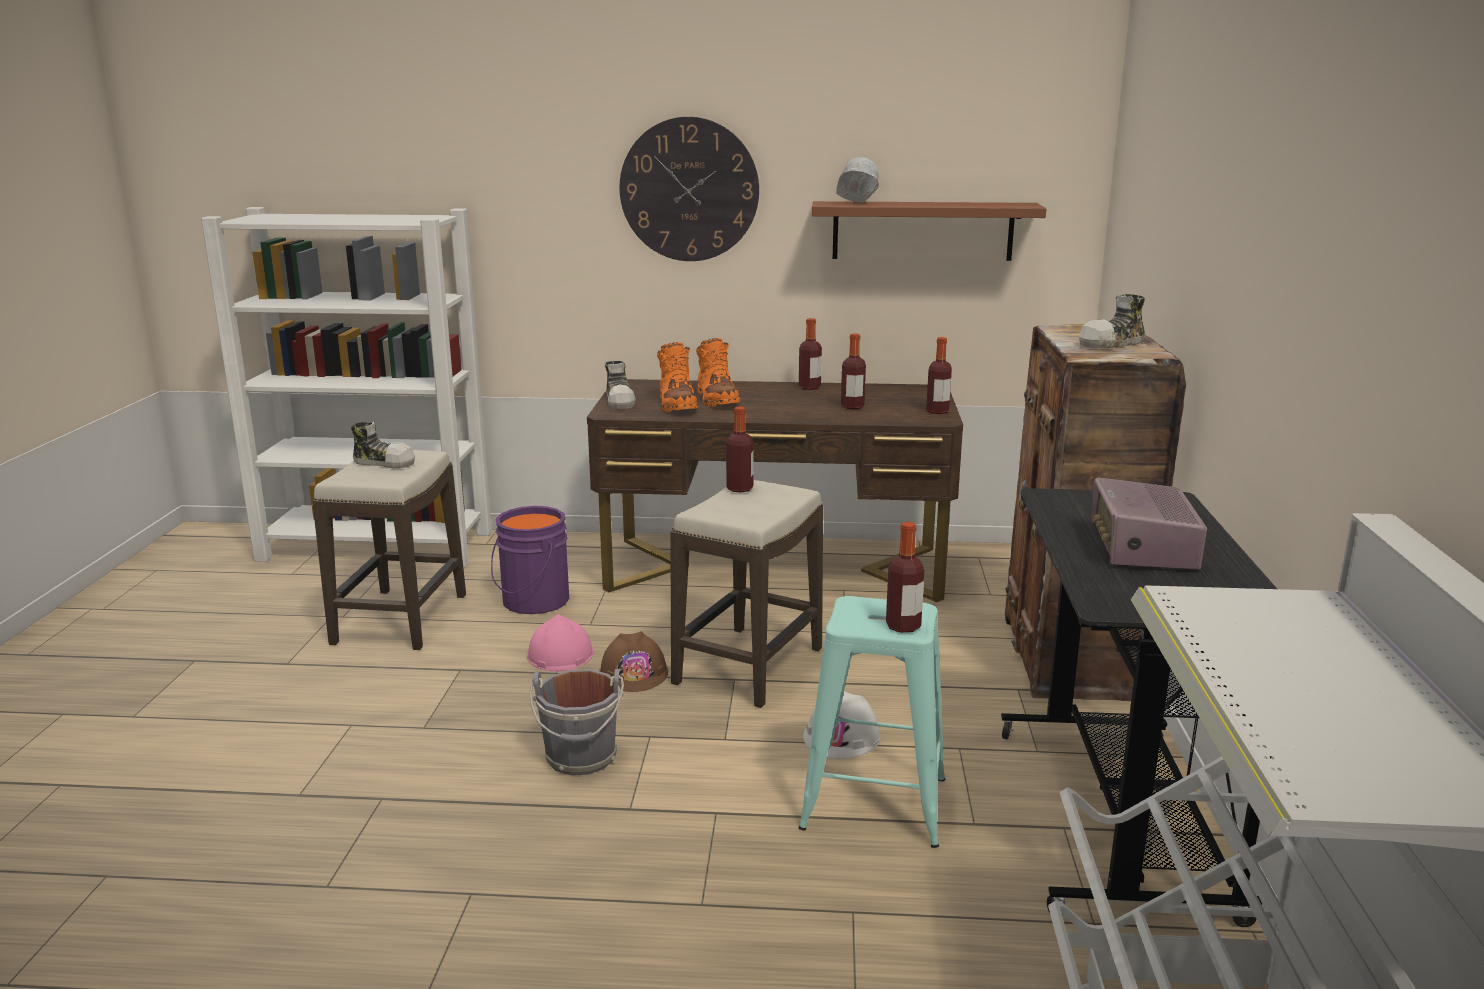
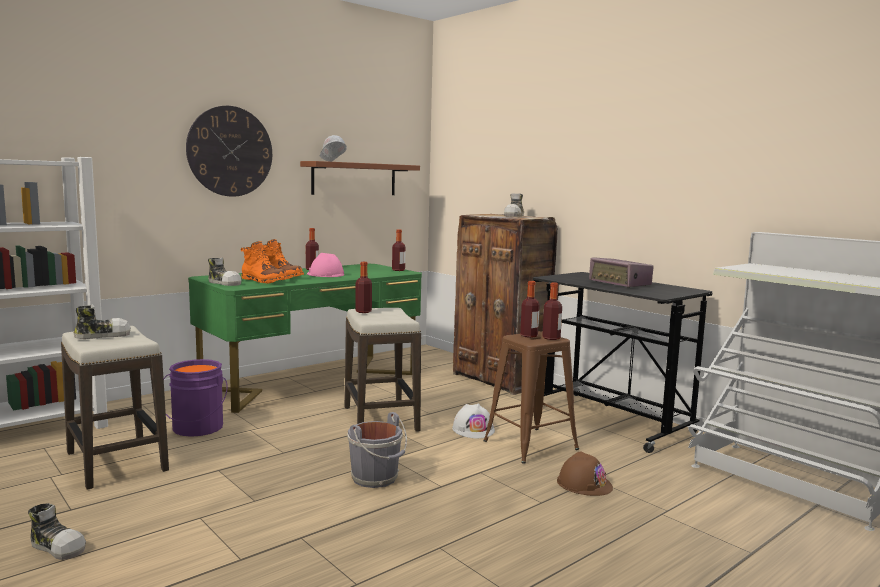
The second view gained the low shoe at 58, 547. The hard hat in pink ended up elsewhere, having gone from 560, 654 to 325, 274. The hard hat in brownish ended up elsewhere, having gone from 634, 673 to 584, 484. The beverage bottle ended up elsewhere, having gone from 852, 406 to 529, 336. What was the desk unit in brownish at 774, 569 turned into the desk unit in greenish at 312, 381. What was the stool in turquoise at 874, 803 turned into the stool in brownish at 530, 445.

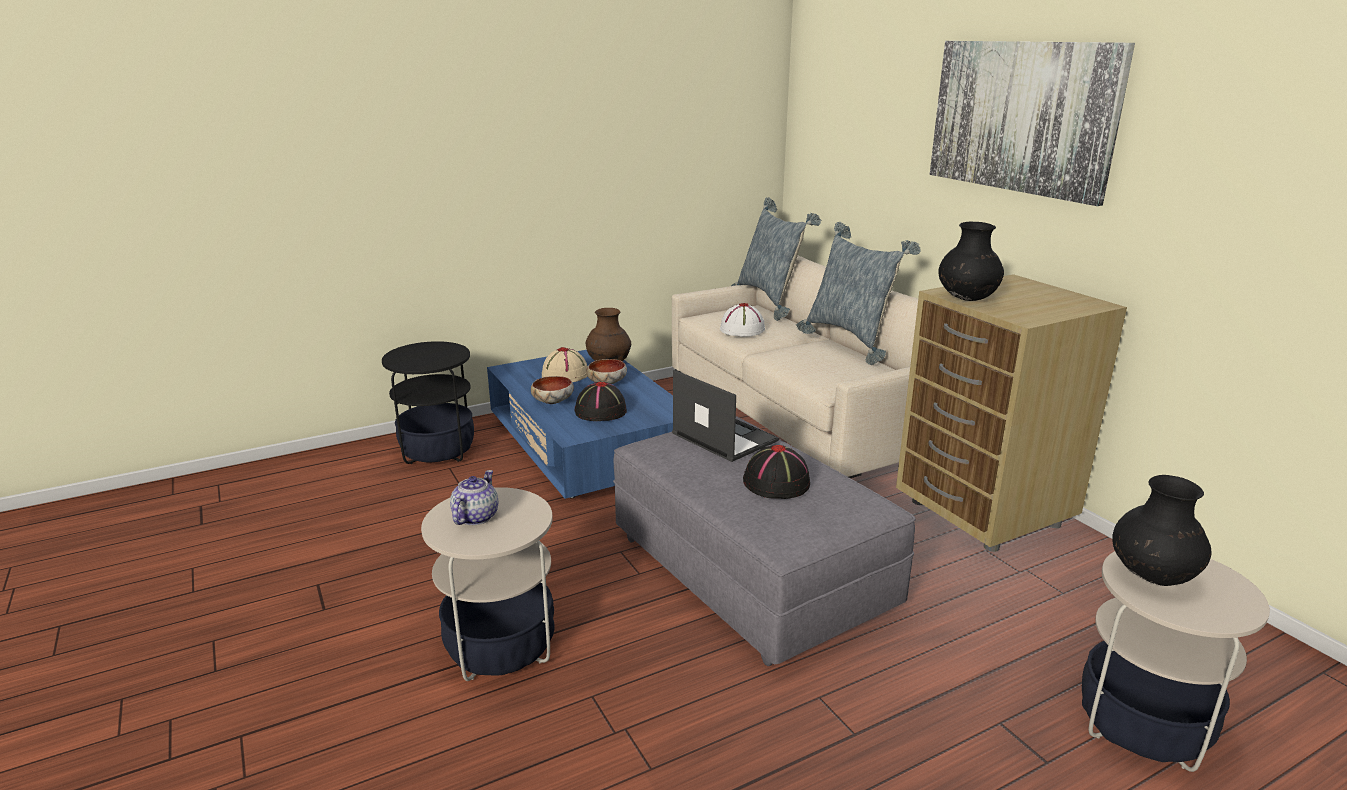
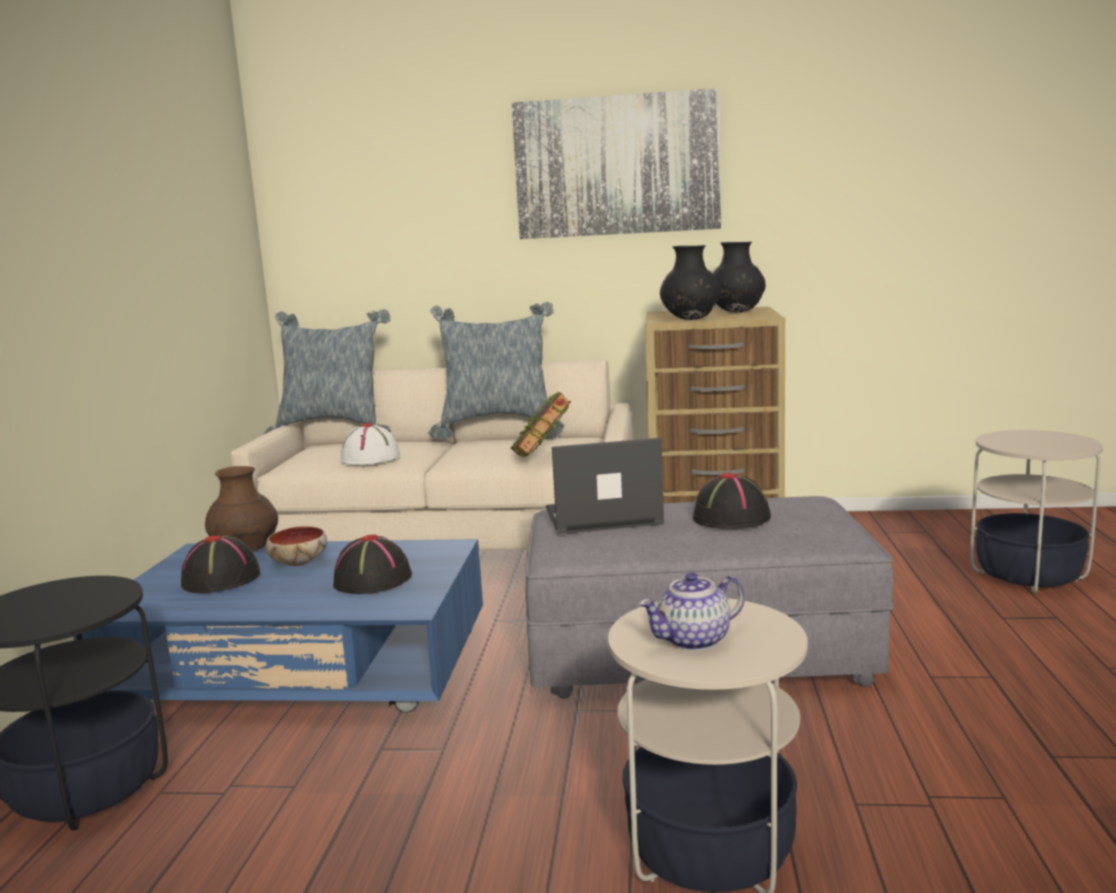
The second view lost the bowl at 553, 401. The second view gained the book at 542, 458. The vase in blackish ended up elsewhere, having gone from 1151, 576 to 736, 312. What was the wearable hat in sand-coloured at 565, 375 turned into the wearable hat in blackish at 222, 579. The teapot at 475, 517 ended up facing another way, 75 degrees counterclockwise from before.

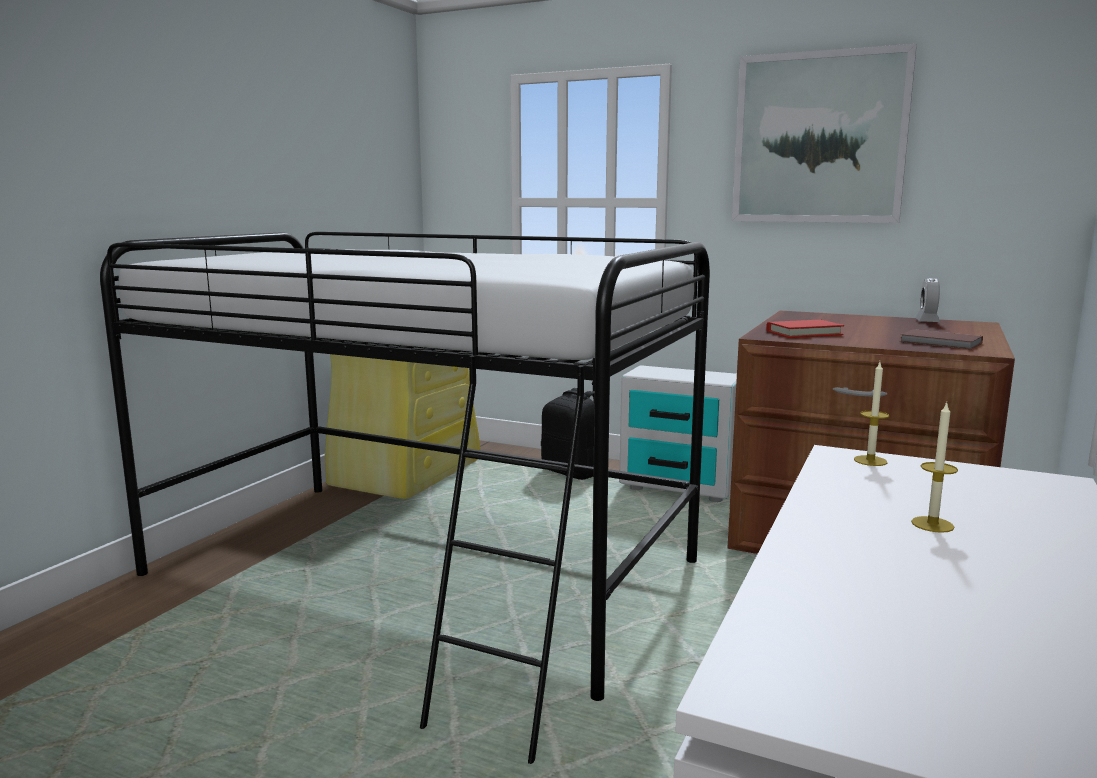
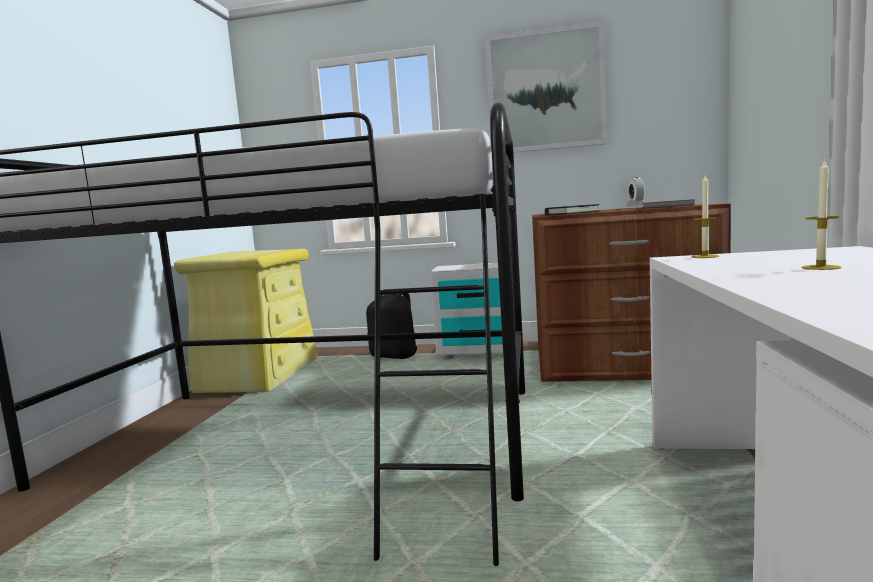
What was the book in reddish at 804, 333 turned into the book in blackish at 572, 213.

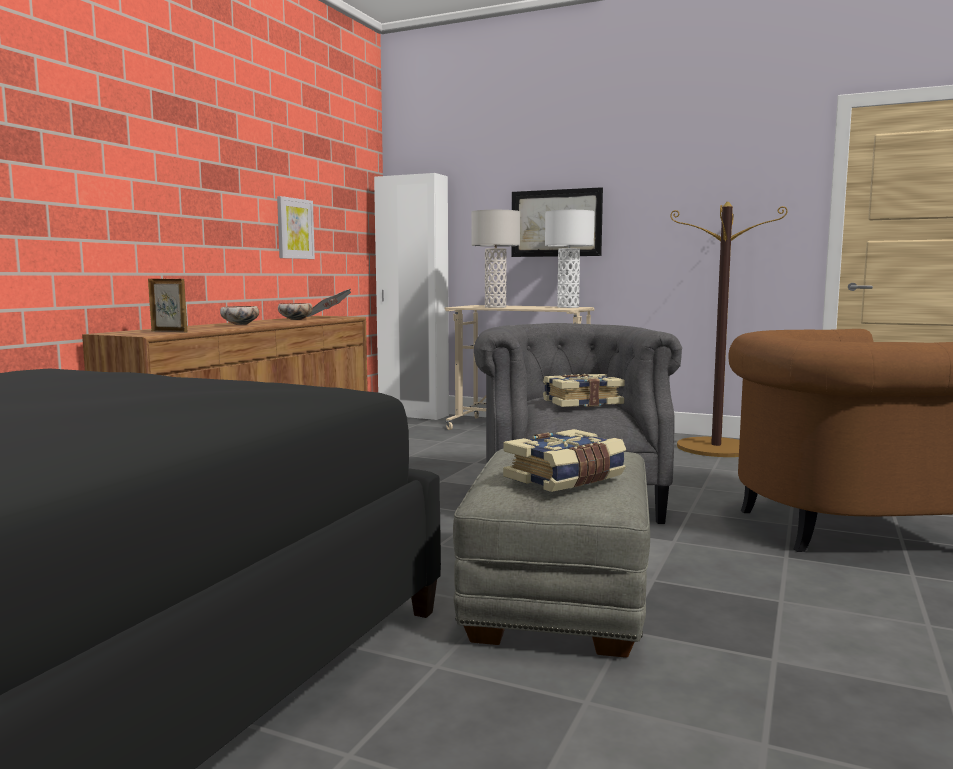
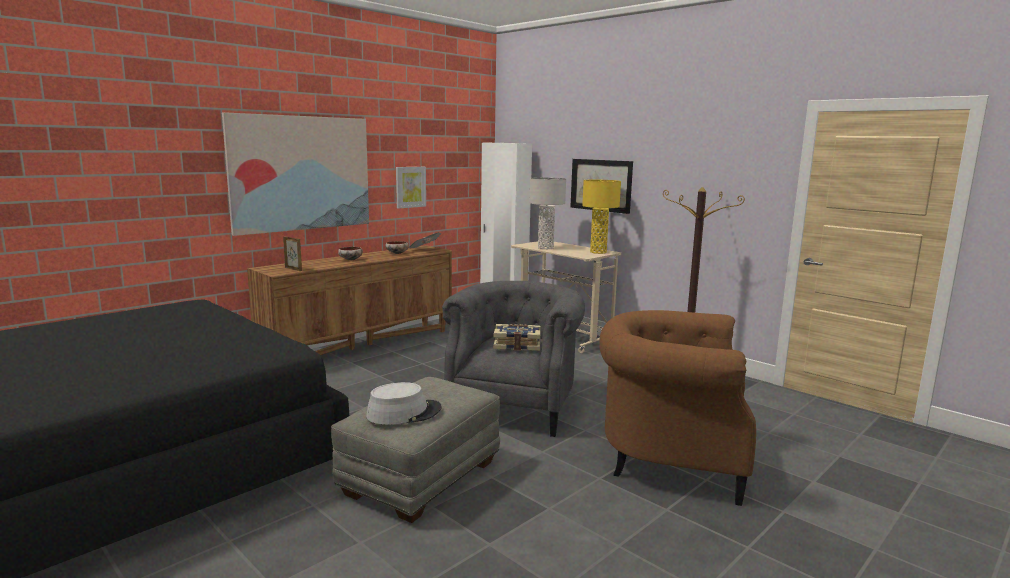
The second view gained the wall art at 301, 173. Where the book stood at 566, 479, the wearable hat in gray came to stand at 404, 413. What was the lamp for a table in white-coloured at 568, 307 turned into the lamp for a table in yellow-coloured at 598, 252.

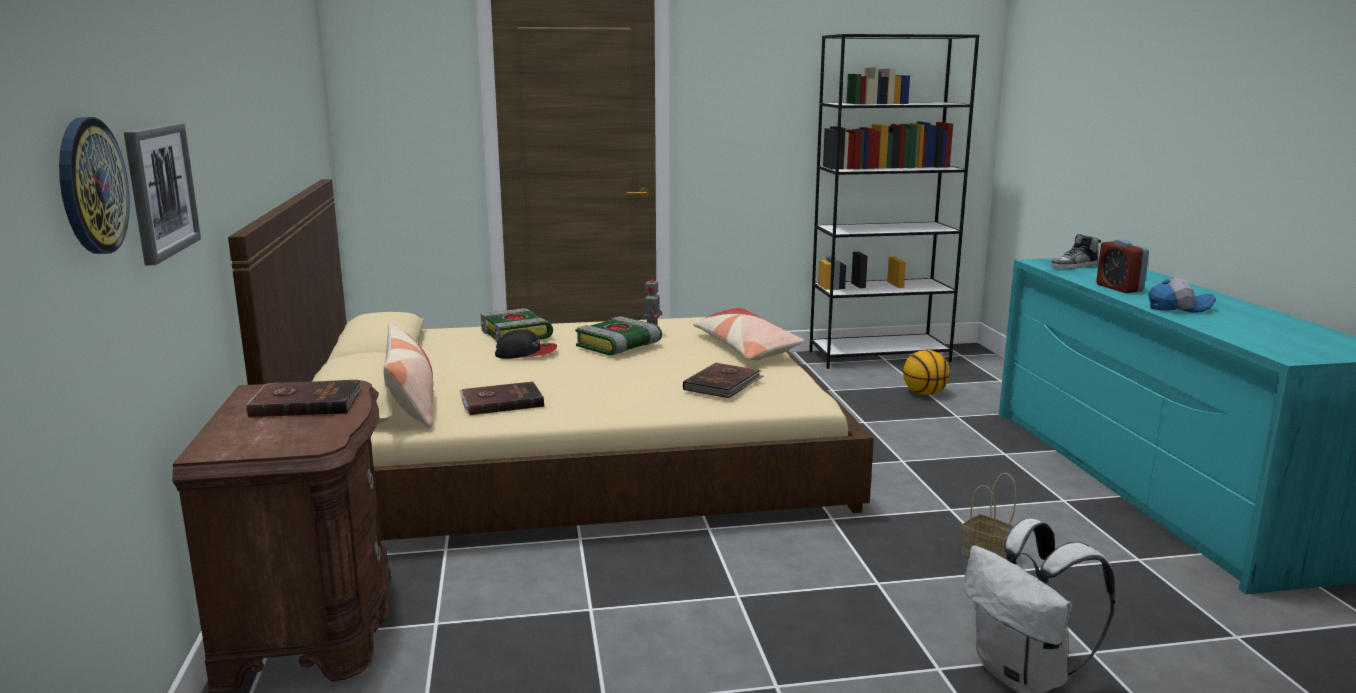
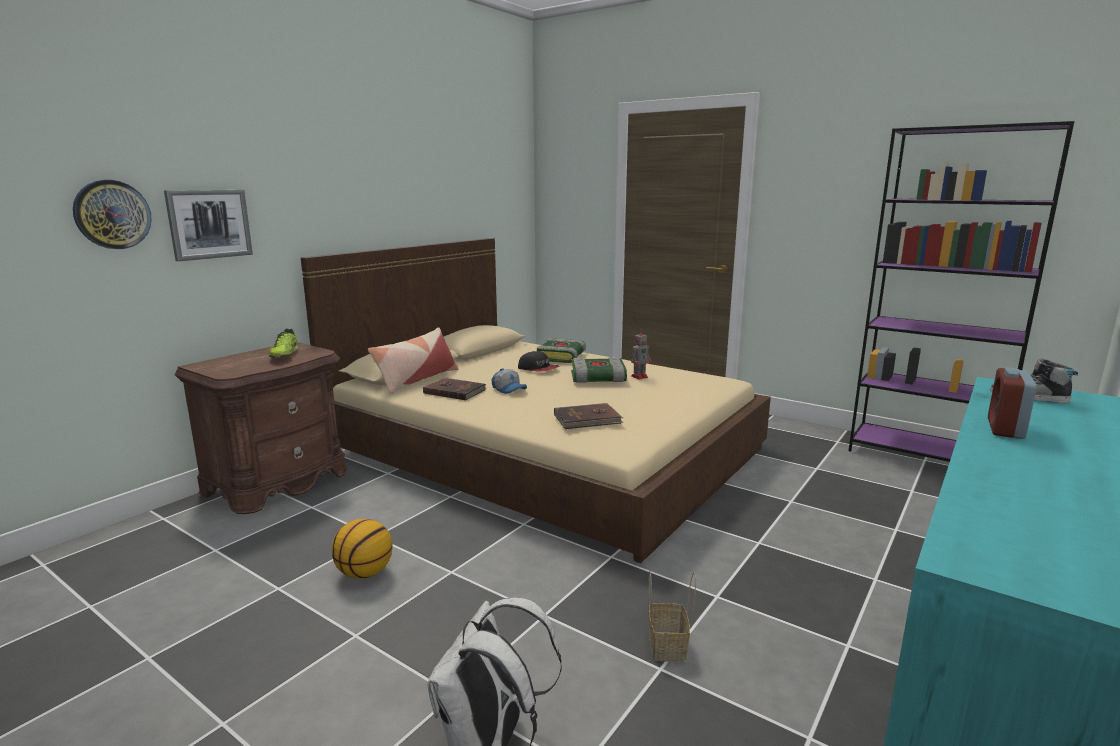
The second view lost the cushion at 746, 348. The basketball ended up elsewhere, having gone from 924, 393 to 365, 573. The cap ended up elsewhere, having gone from 1178, 308 to 509, 389. Where the book in brownish stood at 305, 403, the low shoe came to stand at 284, 355. What was the shelving unit in white-coloured at 879, 356 turned into the shelving unit in purple-coloured at 924, 456.

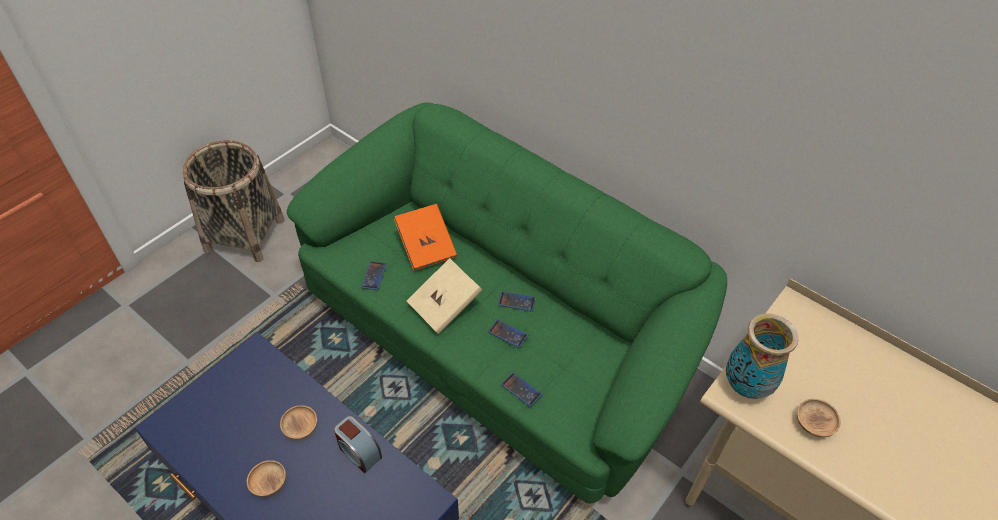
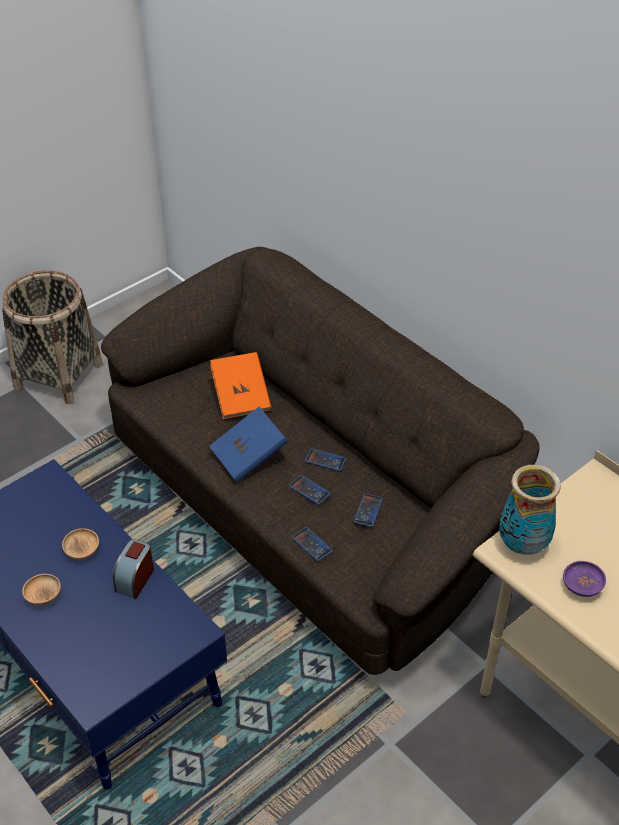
The handset ended up elsewhere, having gone from 374, 276 to 368, 510. What was the sofa in greenish at 496, 339 turned into the sofa in brownish at 309, 508. What was the book in sand-coloured at 445, 306 turned into the book in bluish at 249, 456. What was the bowl in brownish at 813, 424 turned into the bowl in purple-coloured at 582, 586. The bedside clock at 359, 452 ended up facing another way, 60 degrees clockwise from before.

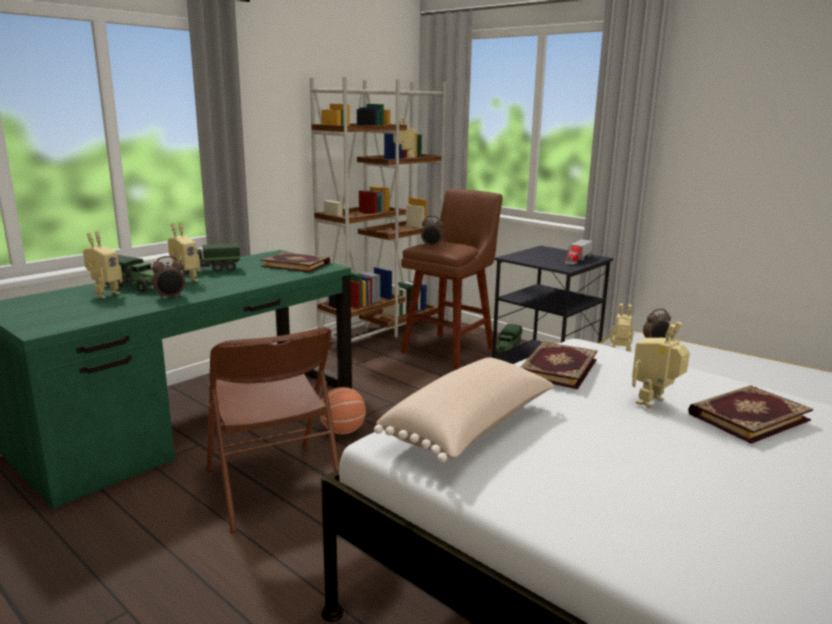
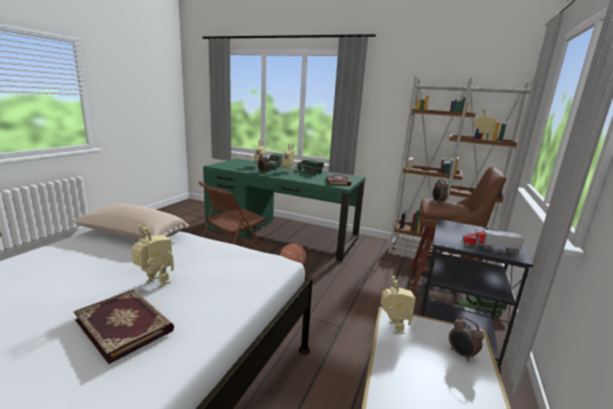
The second view lost the book at 556, 368.

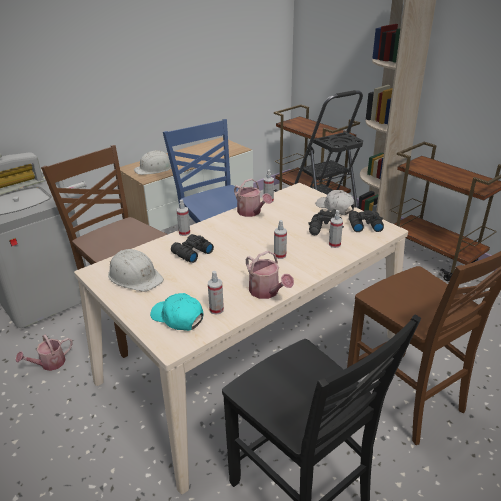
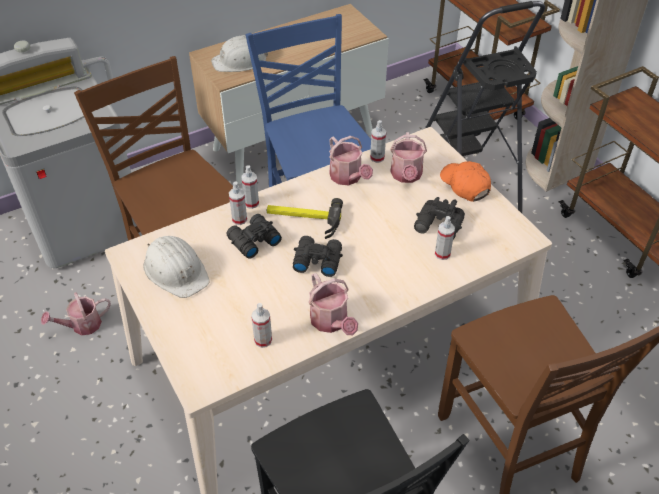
The second view lost the cap in turquoise at 177, 318. The second view gained the tool hammer at 303, 219. The second view gained the sprinkling can at 406, 176. The spray bottle ended up elsewhere, having gone from 280, 255 to 239, 219. The field glasses in blackish ended up elsewhere, having gone from 364, 225 to 316, 260. What was the cap in white-coloured at 335, 208 turned into the cap in orange-coloured at 465, 185.

